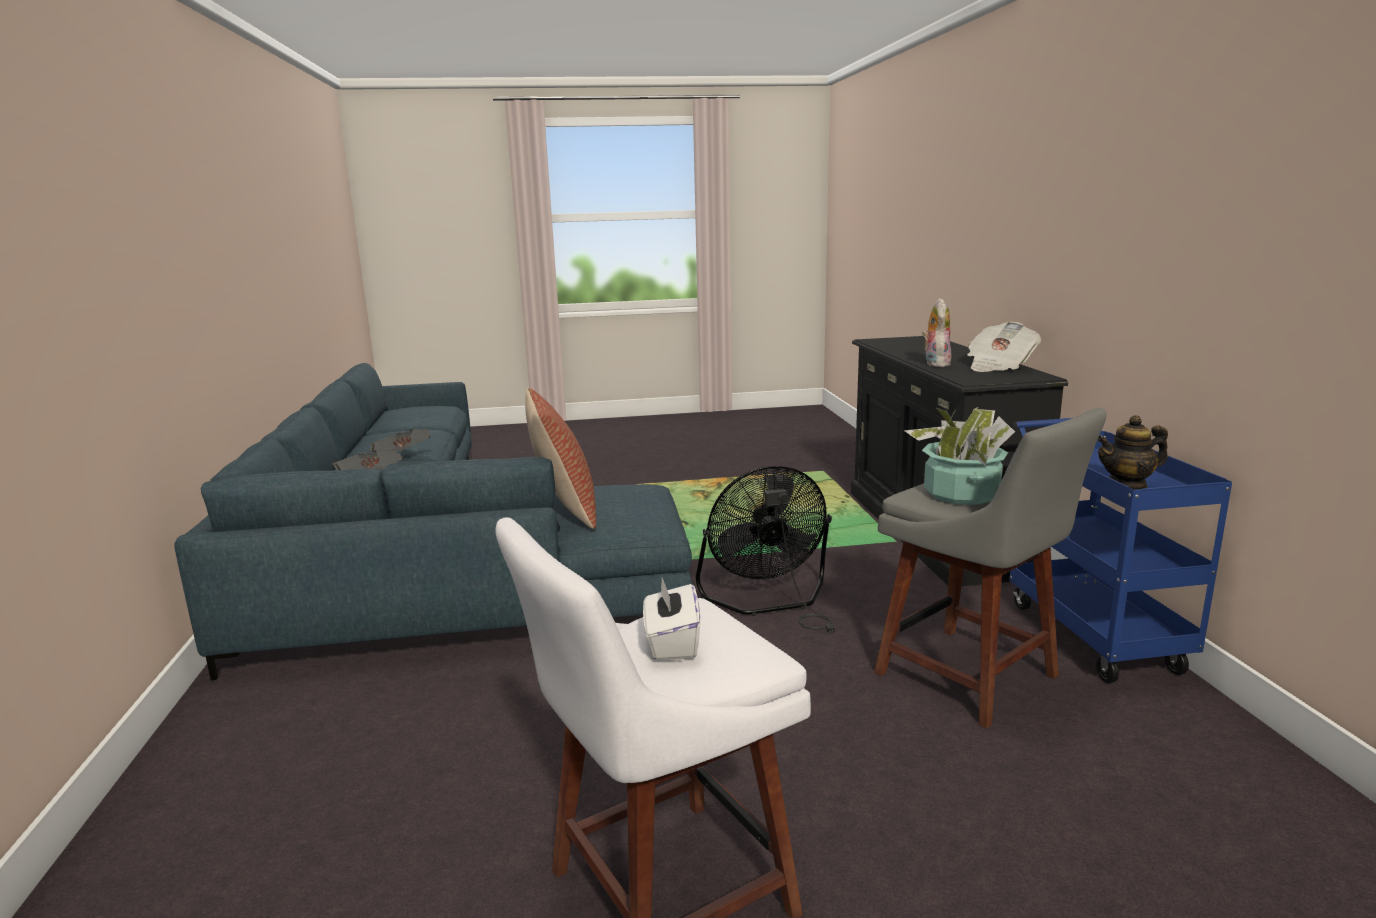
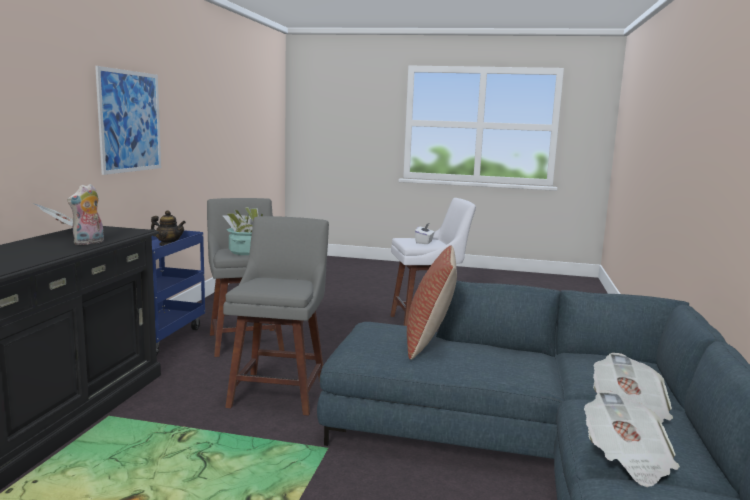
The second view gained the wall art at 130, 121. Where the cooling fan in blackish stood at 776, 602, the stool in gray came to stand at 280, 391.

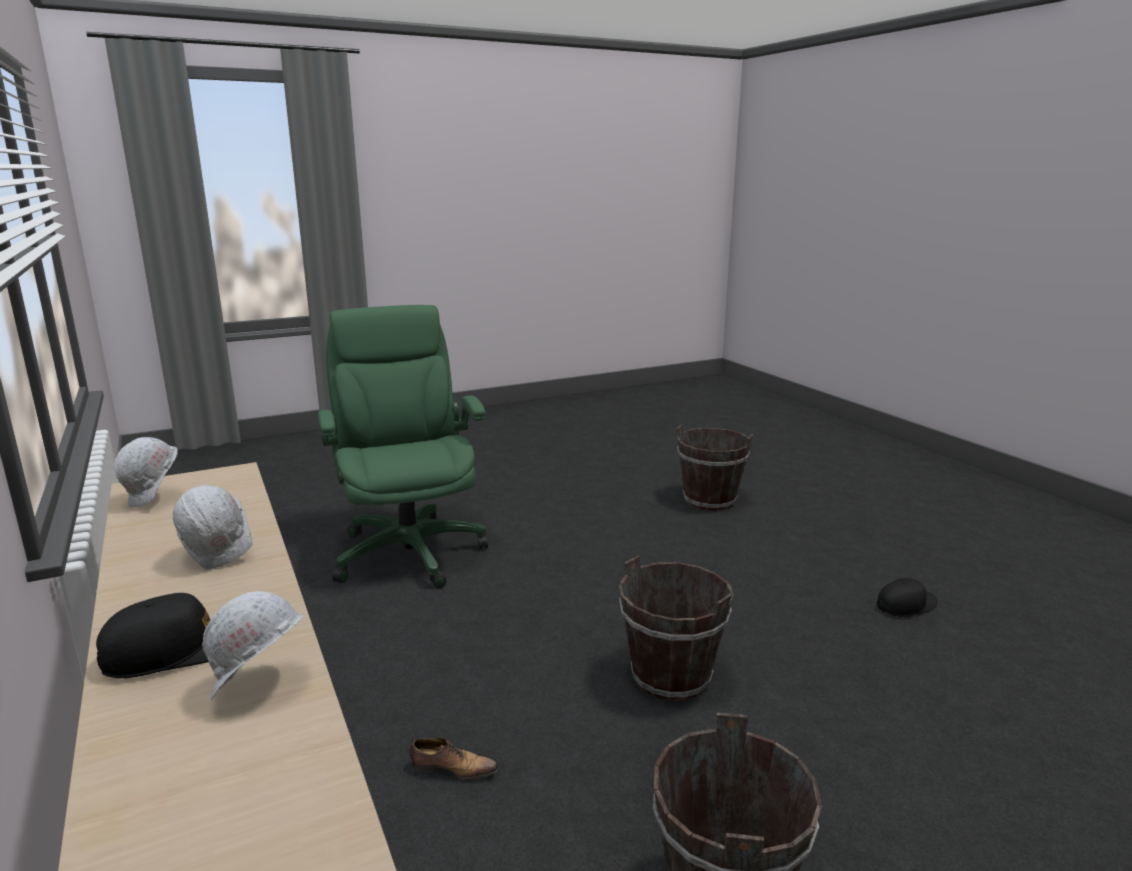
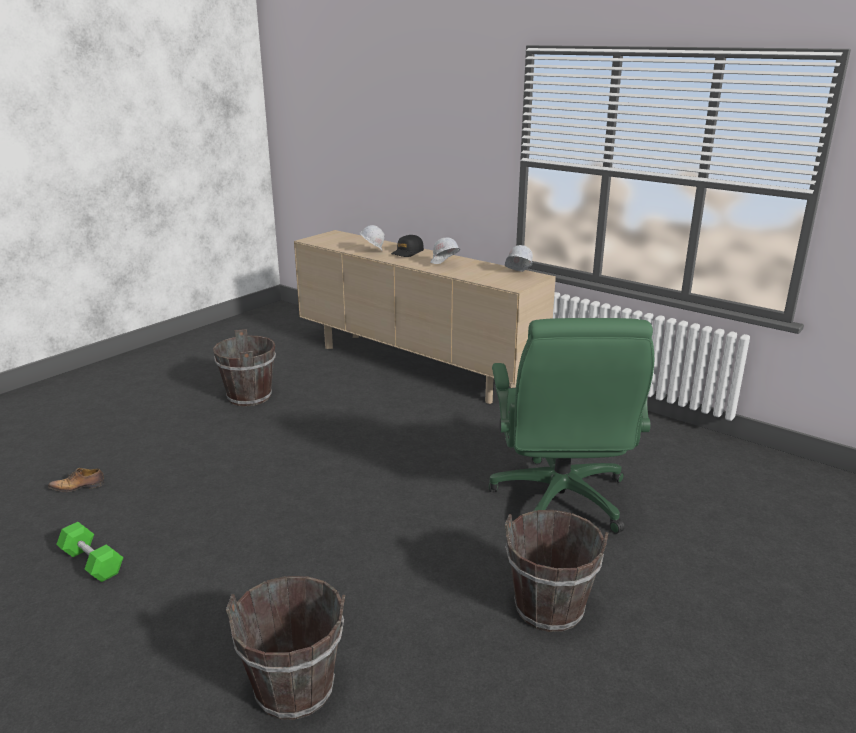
The low shoe ended up elsewhere, having gone from 452, 768 to 78, 487. The pail in brownish ended up elsewhere, having gone from 671, 676 to 548, 609. Where the cap in blackish stood at 906, 605, the dumbbell in greenish came to stand at 92, 562. The office chair in greenish at 409, 548 ended up facing another way, 45 degrees clockwise from before.

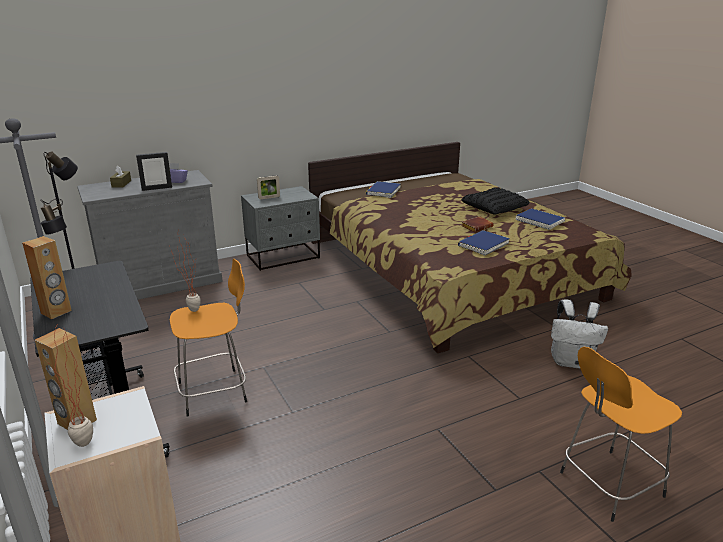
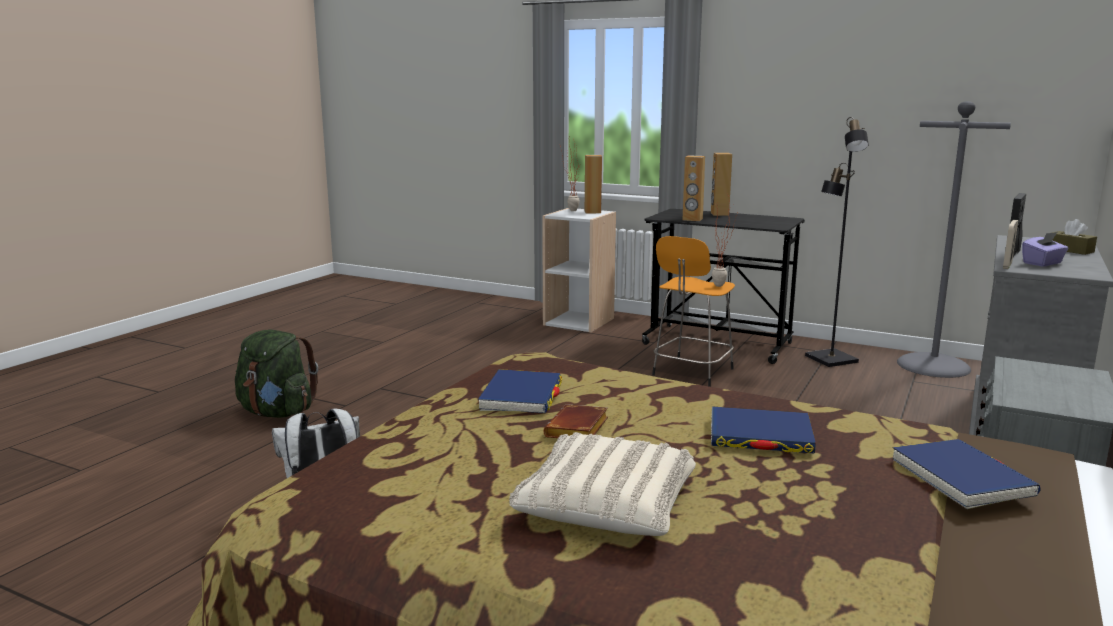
The second view gained the audio speaker in brownish at 692, 219. The picture frame ended up elsewhere, having gone from 269, 197 to 1007, 265. The book in bluish ended up elsewhere, having gone from 539, 221 to 760, 436. Where the stool in orange-coloured stood at 608, 485, the backpack in greenish came to stand at 277, 413. What was the cushion in blackish at 494, 208 turned into the cushion in sand-coloured at 607, 502.

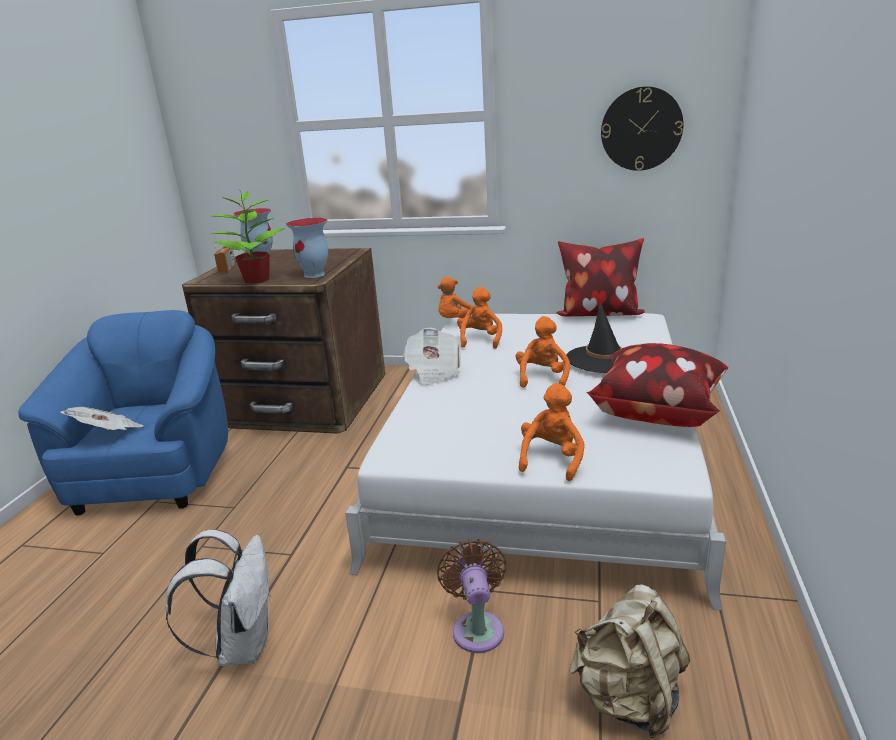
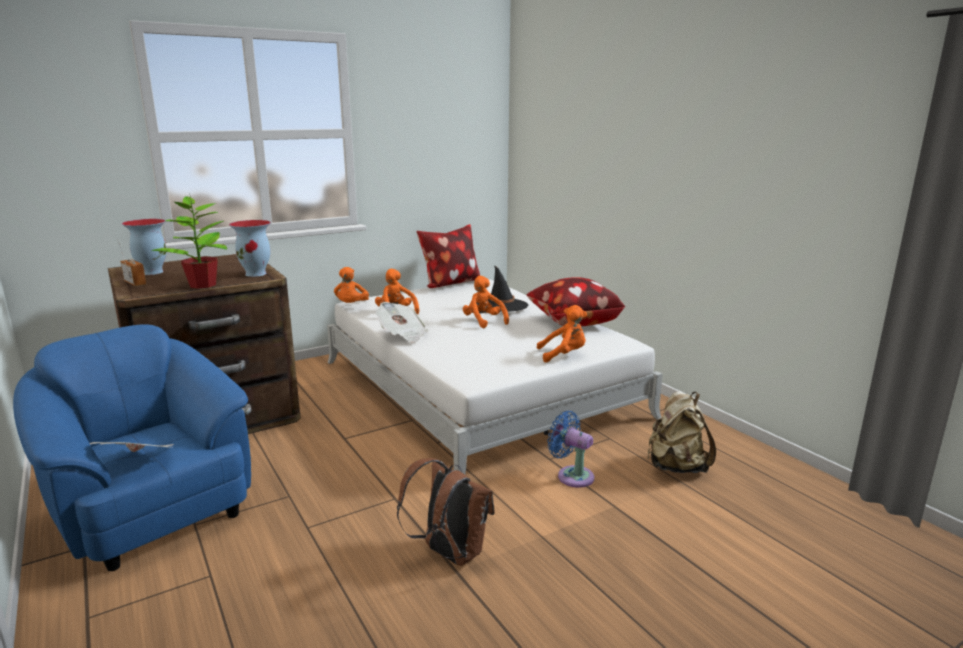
The second view lost the wall clock at 641, 129. What was the backpack in white-coloured at 242, 644 turned into the backpack in brownish at 449, 553. What was the cooling fan in brownish at 477, 627 turned into the cooling fan in bluish at 572, 475. The soft toy in orange-coloured at 552, 459 ended up facing another way, 105 degrees clockwise from before.

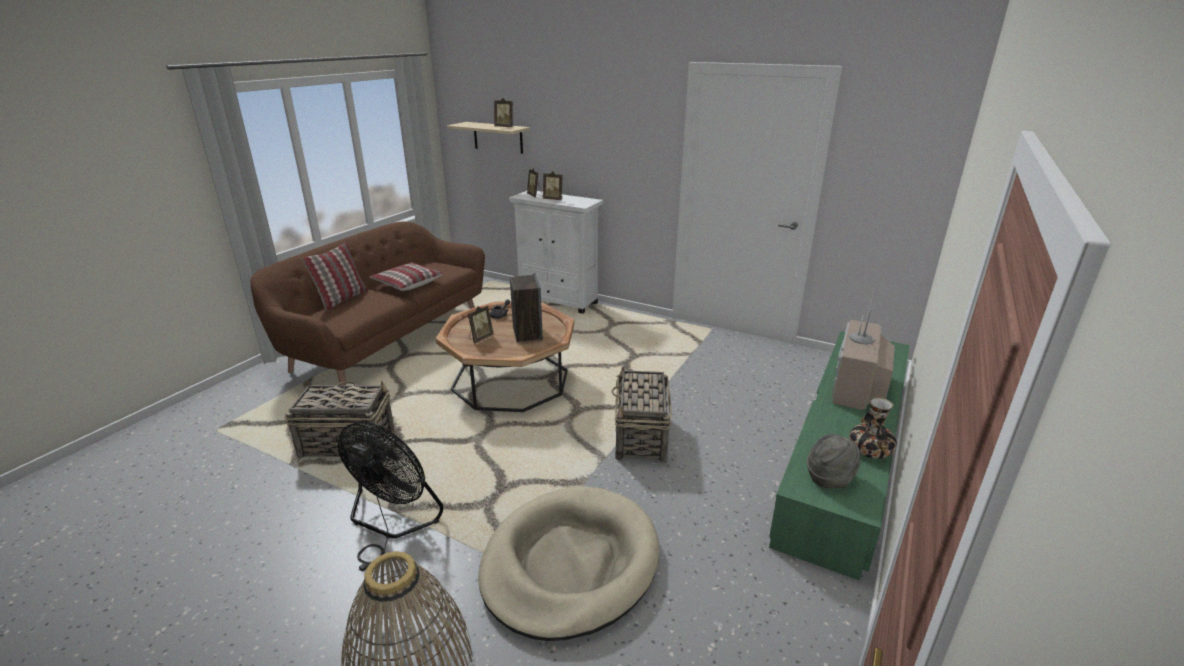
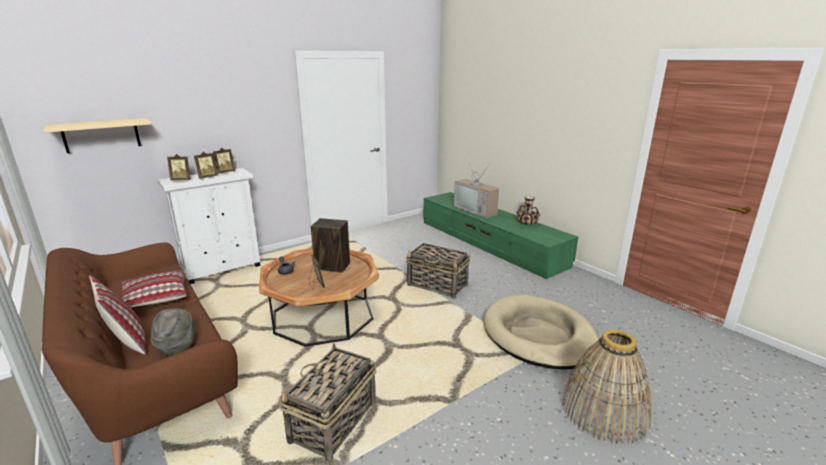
The second view lost the cooling fan in blackish at 386, 521. The picture frame ended up elsewhere, having gone from 505, 127 to 225, 172. The wearable hat in gray ended up elsewhere, having gone from 829, 477 to 177, 345.

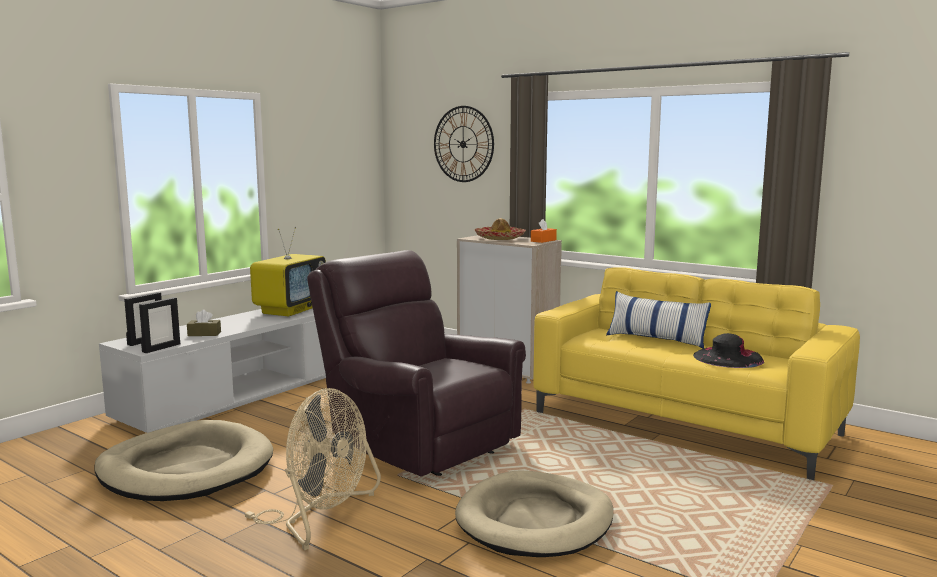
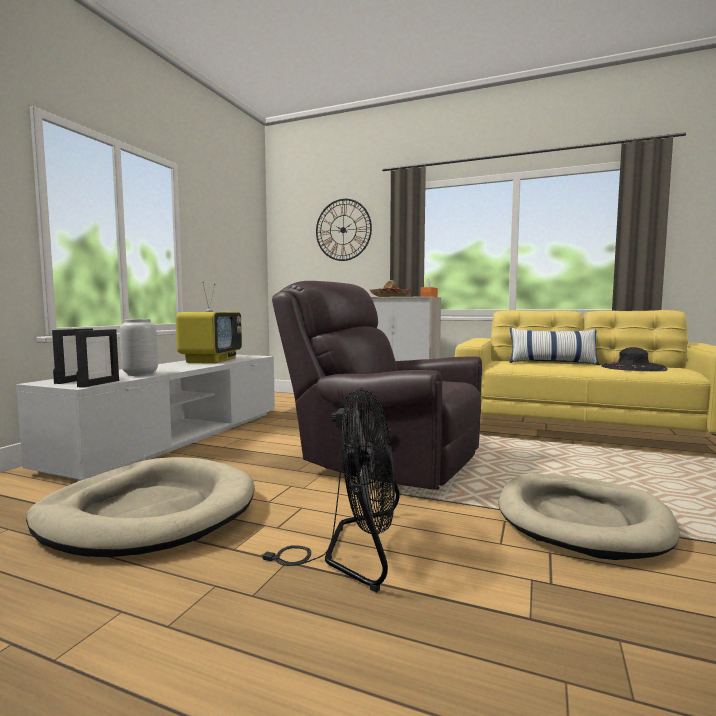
Where the tissue holder in brownish stood at 204, 334, the vase in gray came to stand at 139, 374. What was the cooling fan in sand-coloured at 318, 517 turned into the cooling fan in blackish at 353, 547.

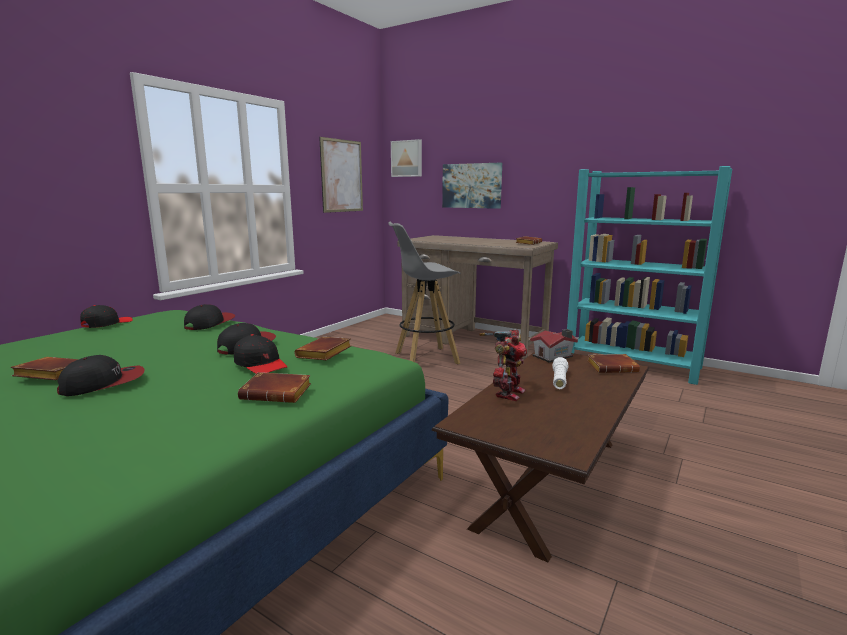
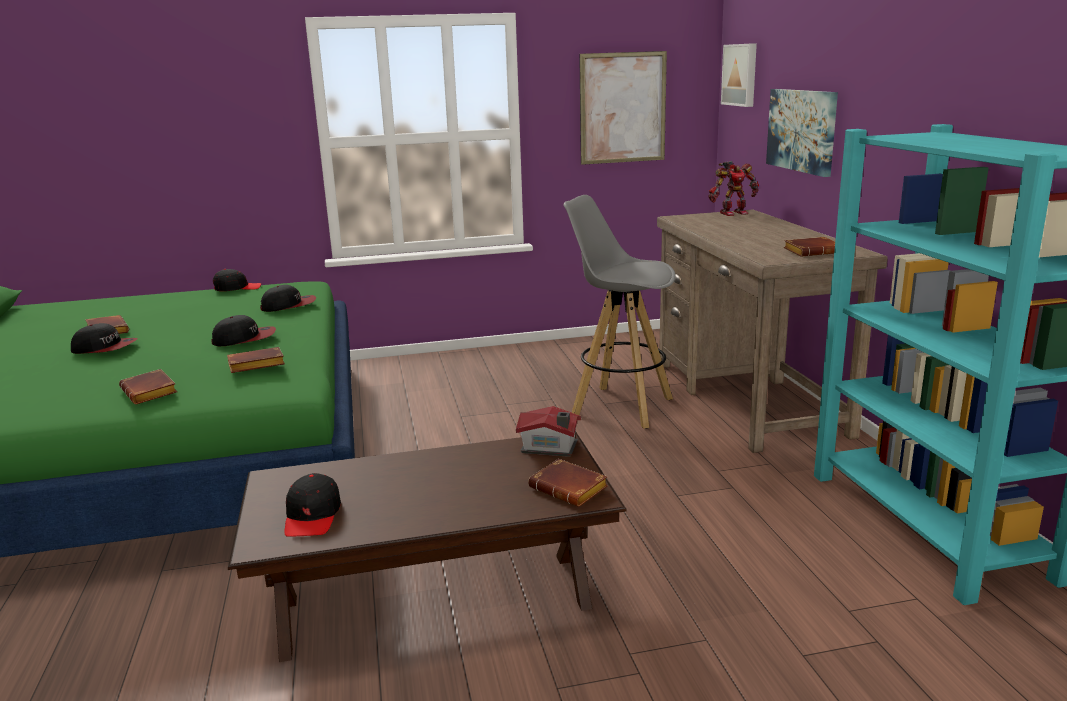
The second view lost the hand torch in white-coloured at 559, 380. The cap in blackish ended up elsewhere, having gone from 260, 364 to 312, 516. The toy robot ended up elsewhere, having gone from 507, 393 to 732, 213.

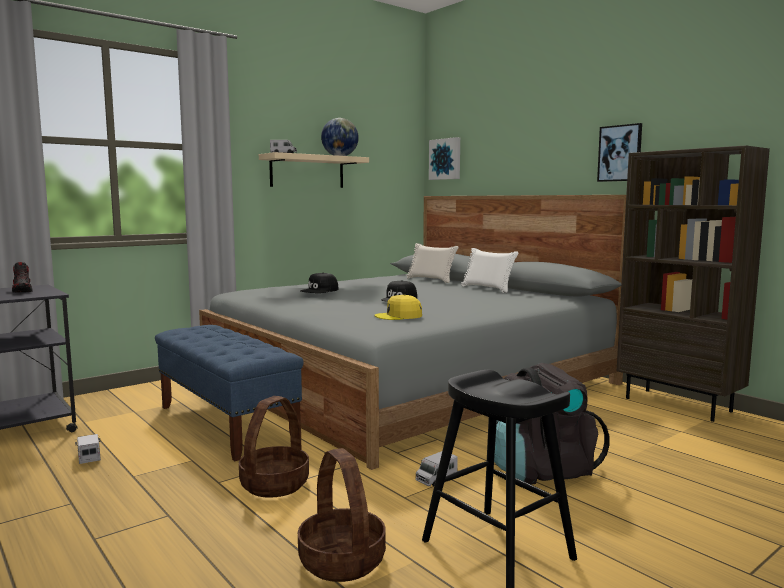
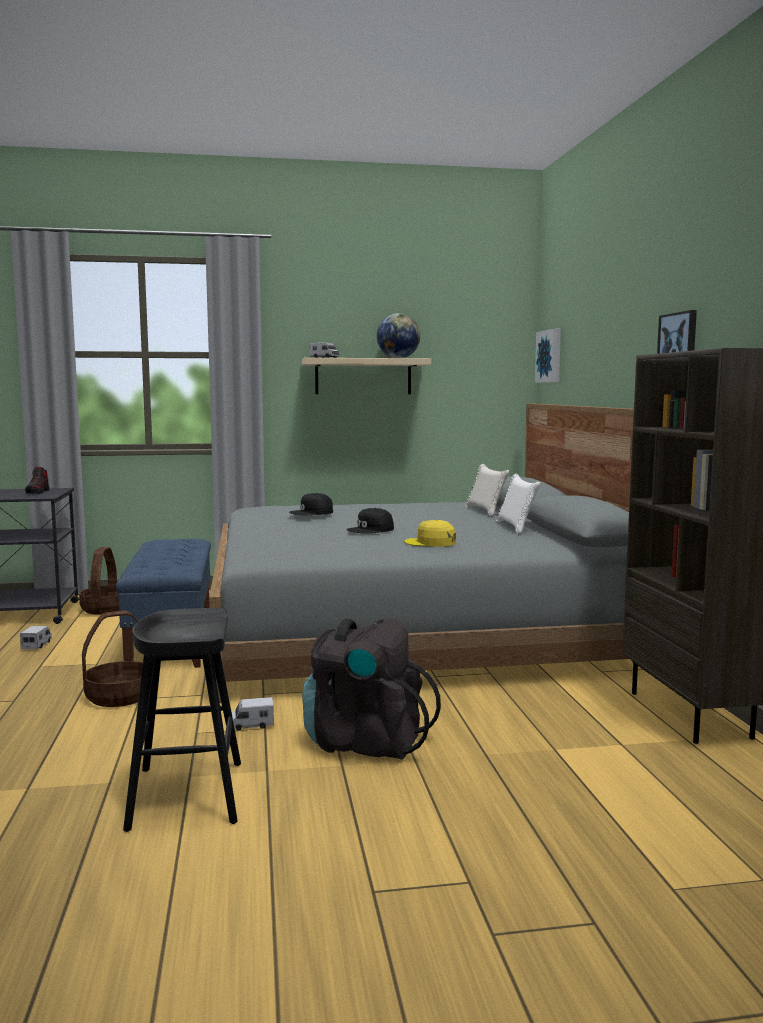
The storage basket ended up elsewhere, having gone from 341, 560 to 105, 609. The cap in yellow-coloured ended up elsewhere, having gone from 399, 316 to 430, 543.

